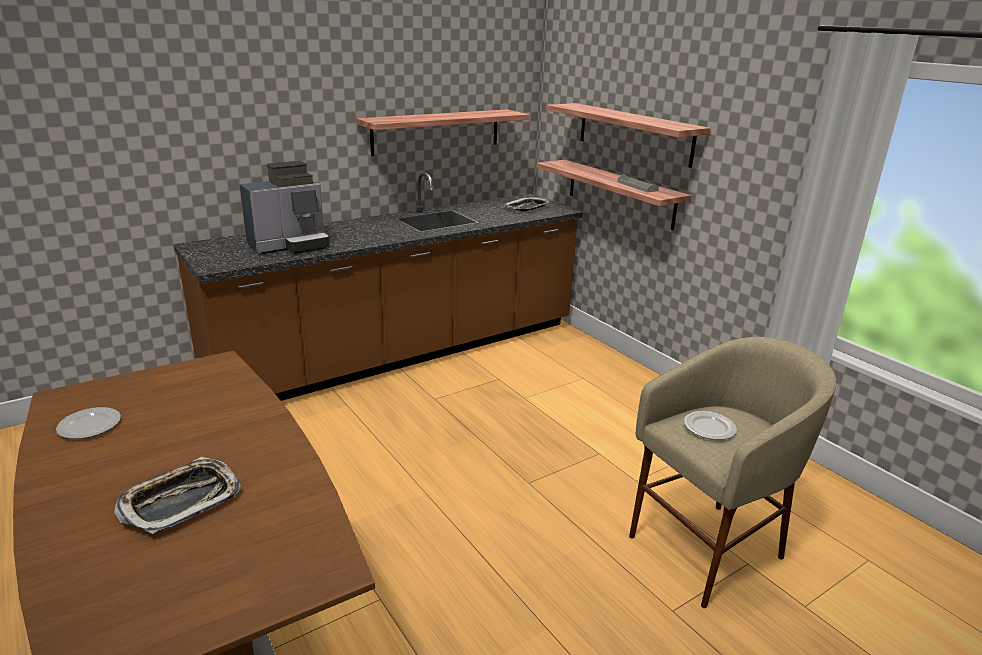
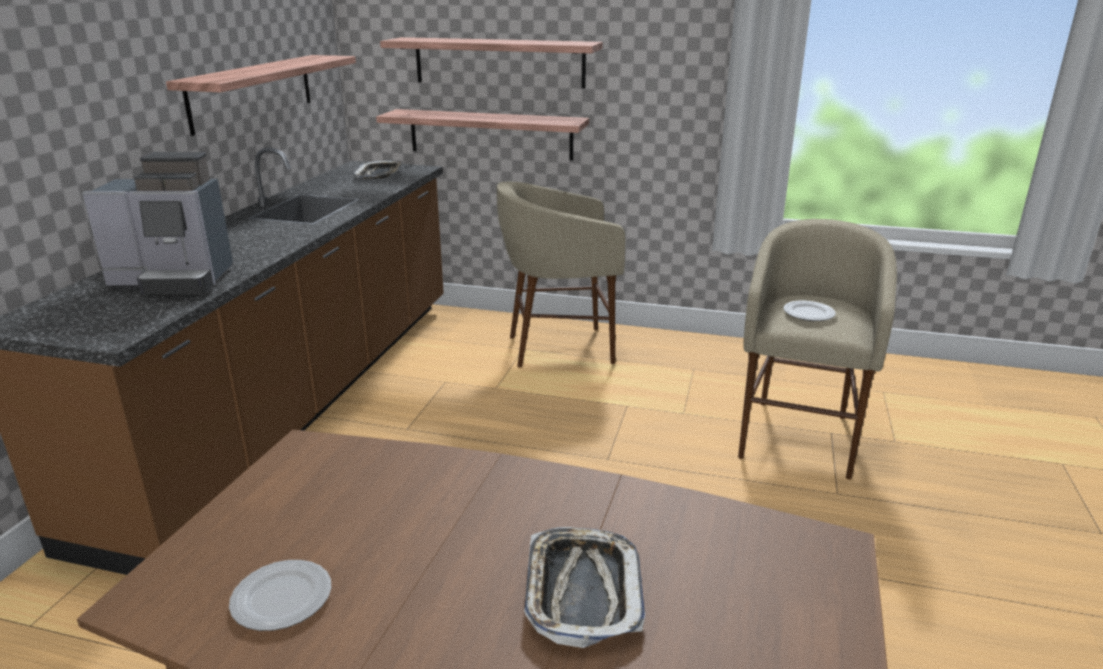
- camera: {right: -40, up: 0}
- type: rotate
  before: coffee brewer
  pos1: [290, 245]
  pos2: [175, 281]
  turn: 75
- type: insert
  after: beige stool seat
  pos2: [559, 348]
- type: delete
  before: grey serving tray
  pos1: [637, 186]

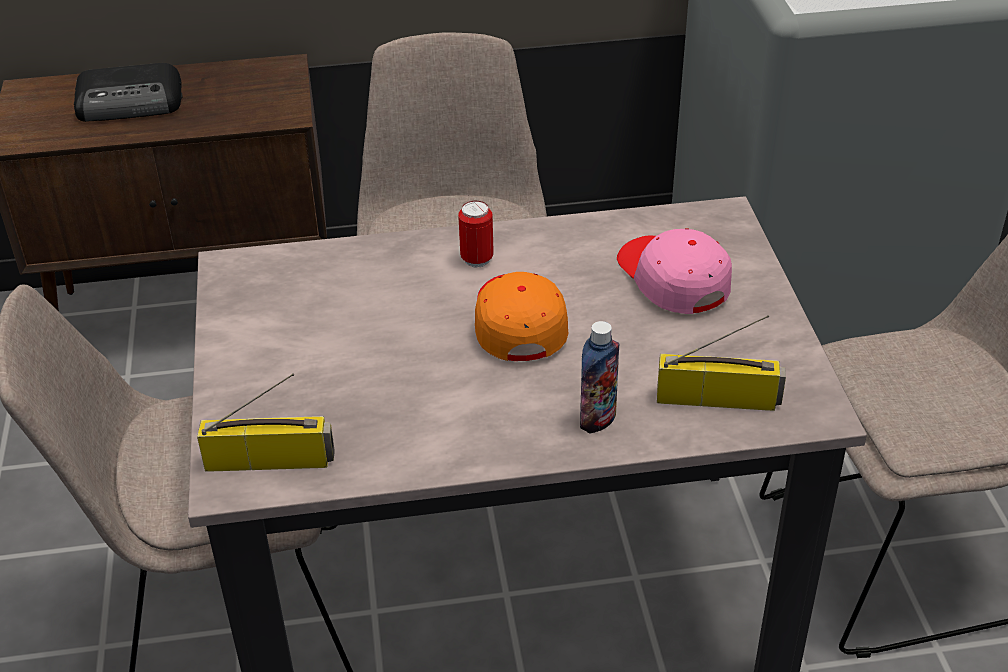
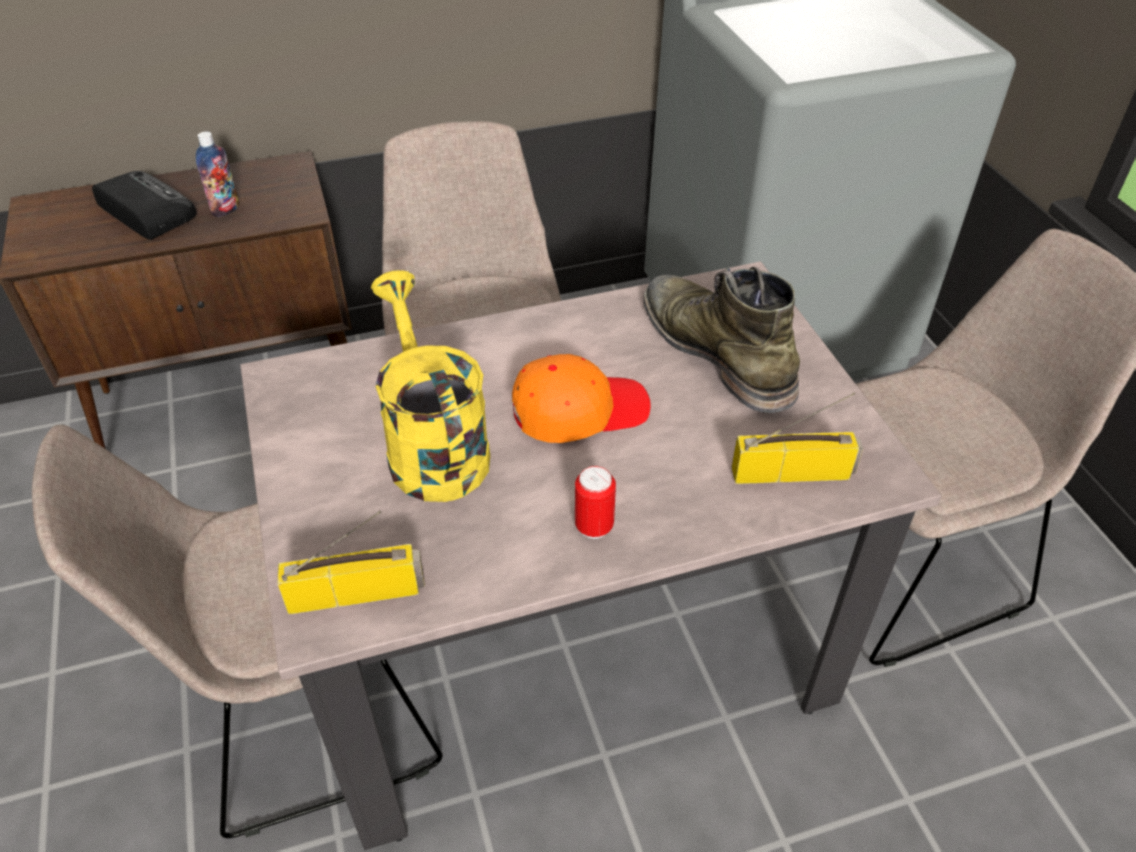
- camera: {right: -10, up: 5}
- type: rotate
  before: radio set
  pos1: [131, 103]
  pos2: [145, 211]
  turn: -120
- type: move
  before: beverage bottle
  pos1: [598, 419]
  pos2: [226, 209]
- type: insert
  after: yellow-coloured watering can
  pos2: [432, 446]
- type: rotate
  before: orangey cap
  pos1: [518, 322]
  pos2: [579, 410]
  turn: 90
- type: move
  before: can
  pos1: [477, 259]
  pos2: [594, 526]
- type: replace
  before: pink cap
  after: green-coloured high-top boot
  pos1: [672, 279]
  pos2: [716, 351]

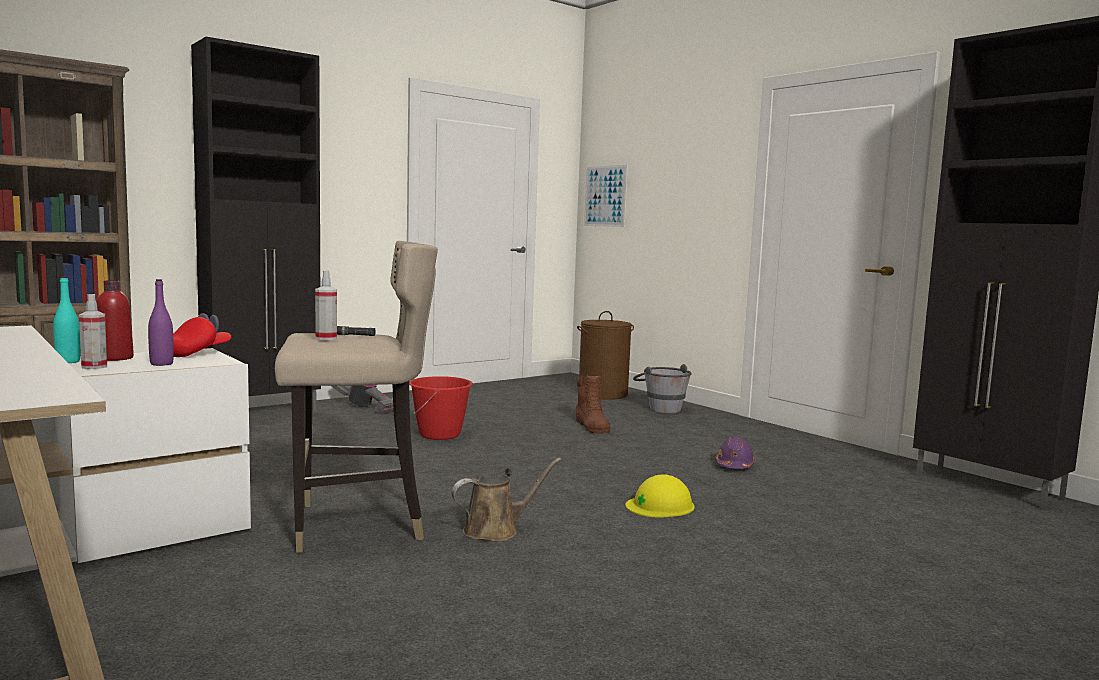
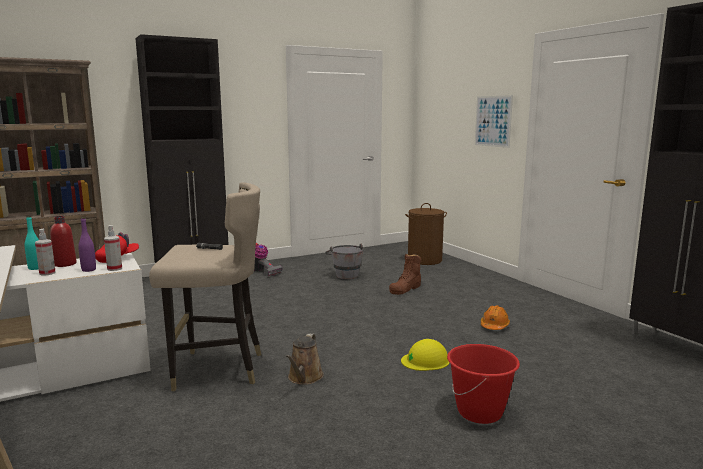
- camera: {right: 10, up: 5}
- type: move
  before: hand sprayer
  pos1: [326, 338]
  pos2: [114, 269]
- type: rotate
  before: brownish watering can
  pos1: [495, 530]
  pos2: [304, 378]
  turn: 120
- type: move
  before: grey bucket
  pos1: [660, 408]
  pos2: [345, 274]
- type: rotate
  before: brownish high-top boot
  pos1: [592, 426]
  pos2: [405, 289]
  turn: 45
- type: move
  before: reddish bucket
  pos1: [440, 435]
  pos2: [480, 412]
- type: move
  before: wall art
  pos1: [605, 196]
  pos2: [493, 121]
- type: recolor
  before: purple work helmet
  after: orangey work helmet
  pos1: [734, 466]
  pos2: [494, 326]

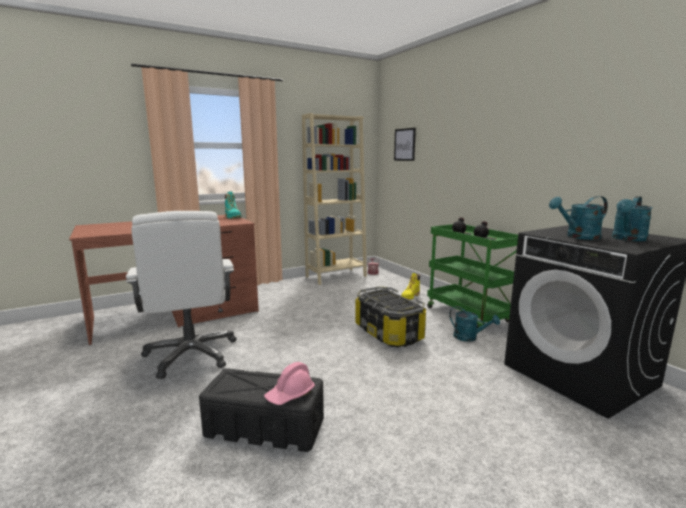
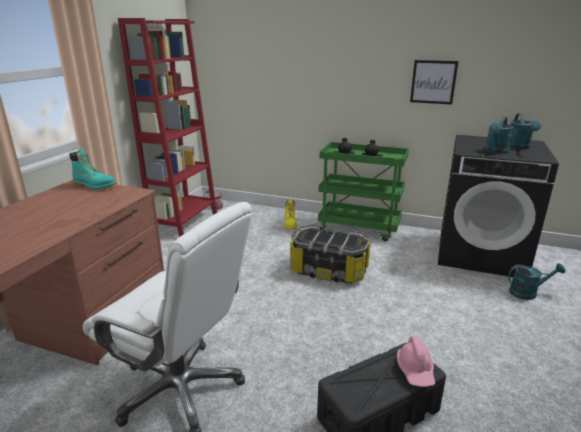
- camera: {right: -40, up: 10}
- type: recolor
  before: beige bookcase
  after: reddish bookcase
  pos1: [336, 276]
  pos2: [184, 223]
- type: move
  before: wall art
  pos1: [404, 144]
  pos2: [433, 82]
- type: move
  before: turquoise-coloured watering can
  pos1: [469, 338]
  pos2: [527, 292]

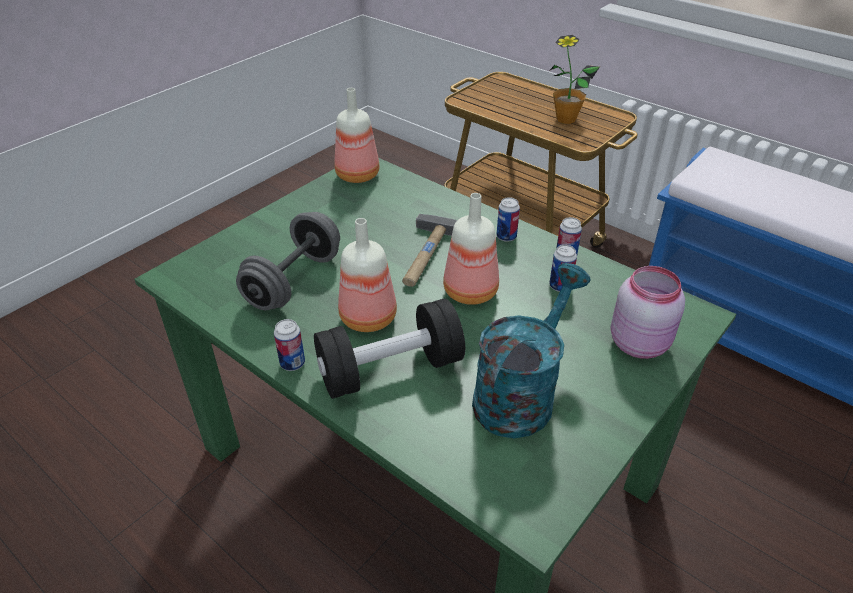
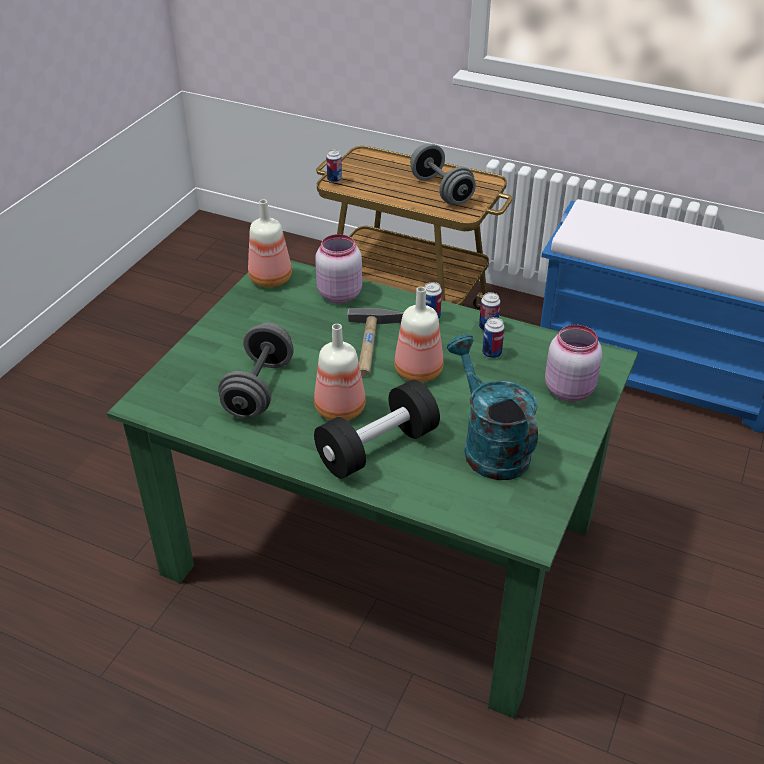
- camera: {right: -15, up: 0}
- type: insert
  after: pink preserve jar
  pos2: [338, 294]
- type: move
  before: can
  pos1: [292, 363]
  pos2: [334, 180]
- type: replace
  before: houseplant
  after: grey free weight
  pos1: [566, 119]
  pos2: [441, 190]
- type: rotate
  before: turquoise-coloured watering can
  pos1: [520, 393]
  pos2: [489, 446]
  turn: -45

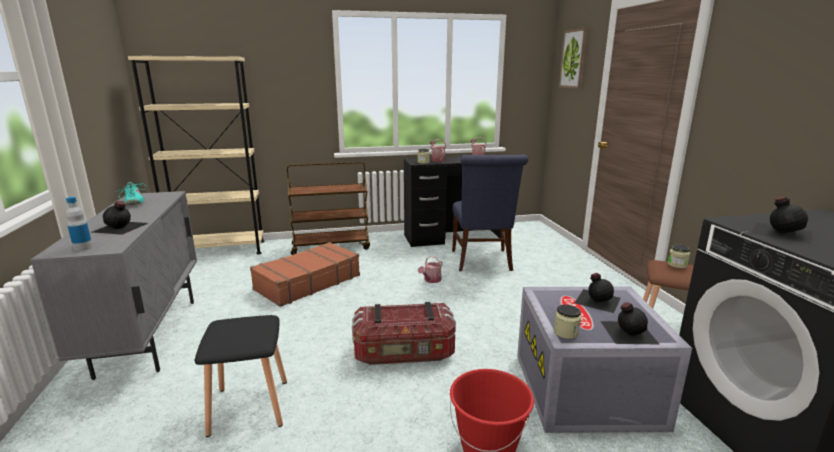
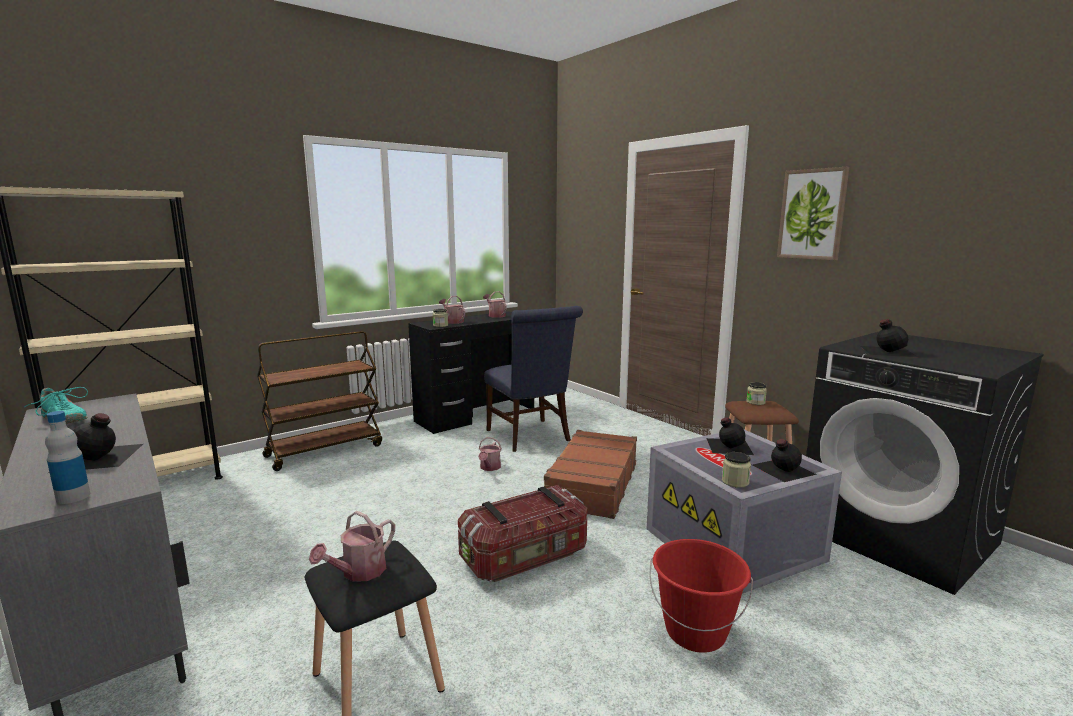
- camera: {right: -25, up: -5}
- type: insert
  after: watering can
  pos2: [359, 572]
- type: move
  before: brownish piece of luggage
  pos1: [307, 282]
  pos2: [592, 485]
- type: move
  before: wall art
  pos1: [574, 59]
  pos2: [812, 214]

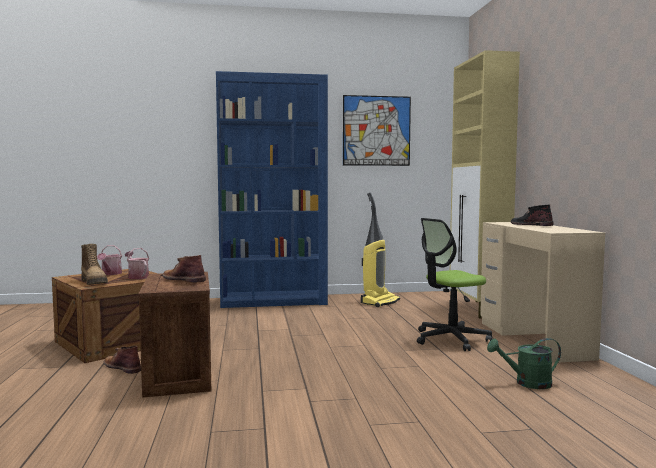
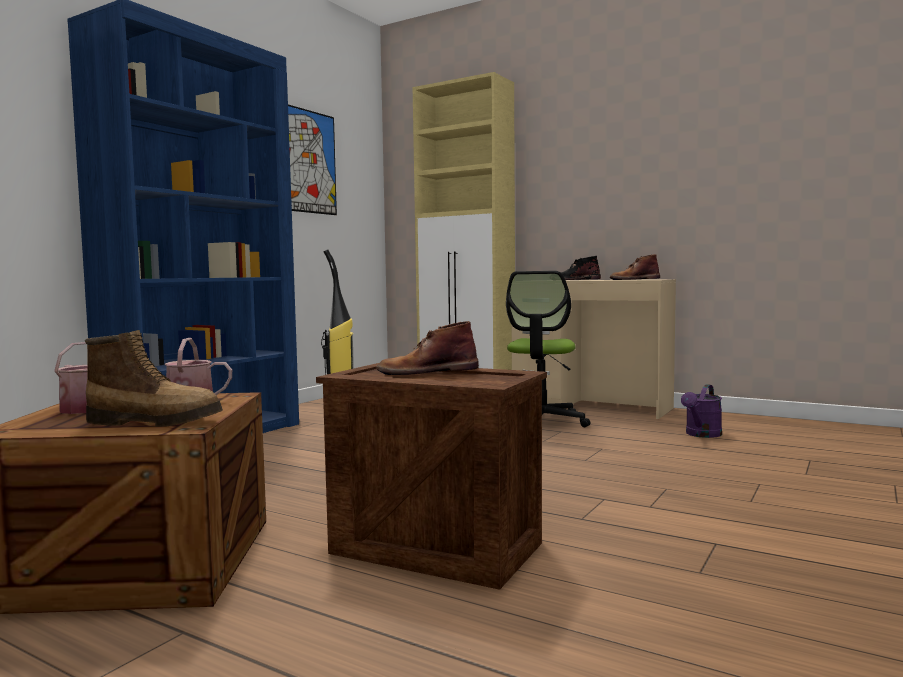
- camera: {right: -50, up: 0}
- type: move
  before: brownish high-top boot
  pos1: [122, 367]
  pos2: [634, 279]
- type: recolor
  before: green-coloured watering can
  after: purple watering can
  pos1: [527, 383]
  pos2: [701, 435]

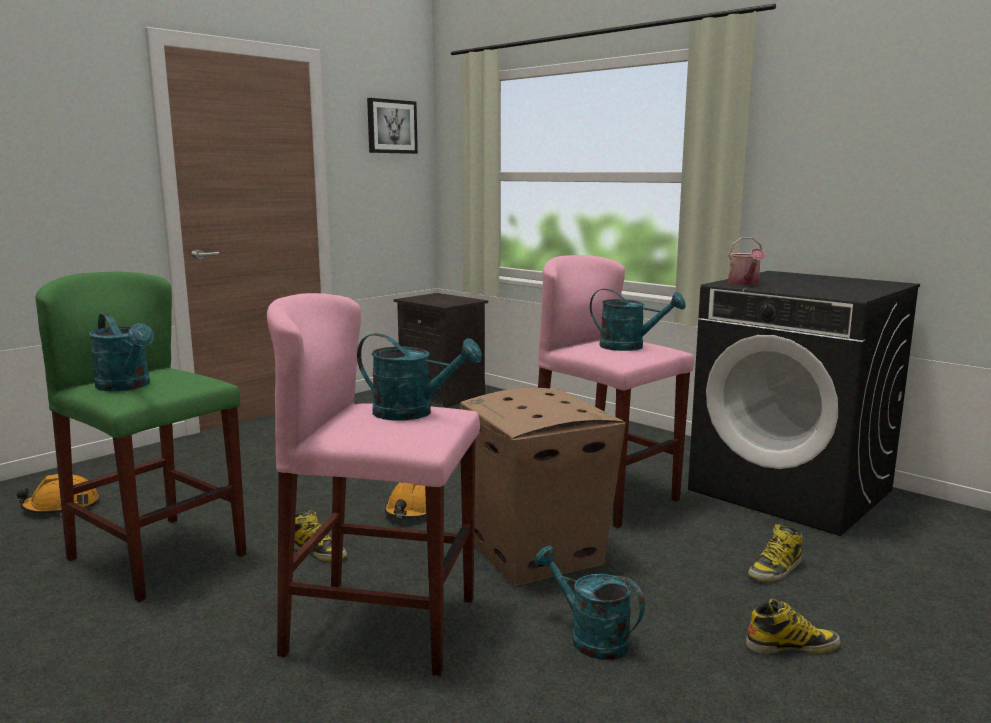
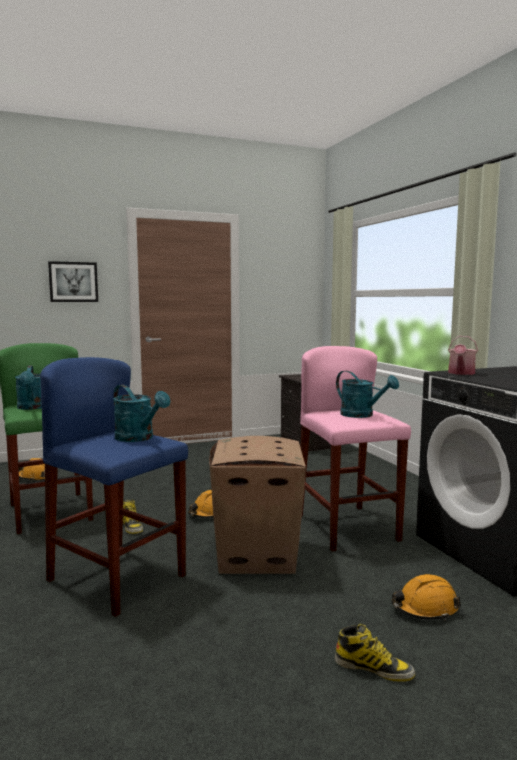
- camera: {right: 25, up: -5}
- type: recolor
  before: pink stool seat
  after: blue-coloured stool seat
  pos1: [382, 625]
  pos2: [117, 578]
- type: move
  before: wall art
  pos1: [391, 126]
  pos2: [73, 282]
- type: replace
  before: high-top boot
  after: orangey work helmet
  pos1: [775, 569]
  pos2: [424, 608]
- type: delete
  before: turquoise-coloured watering can
  pos1: [590, 637]

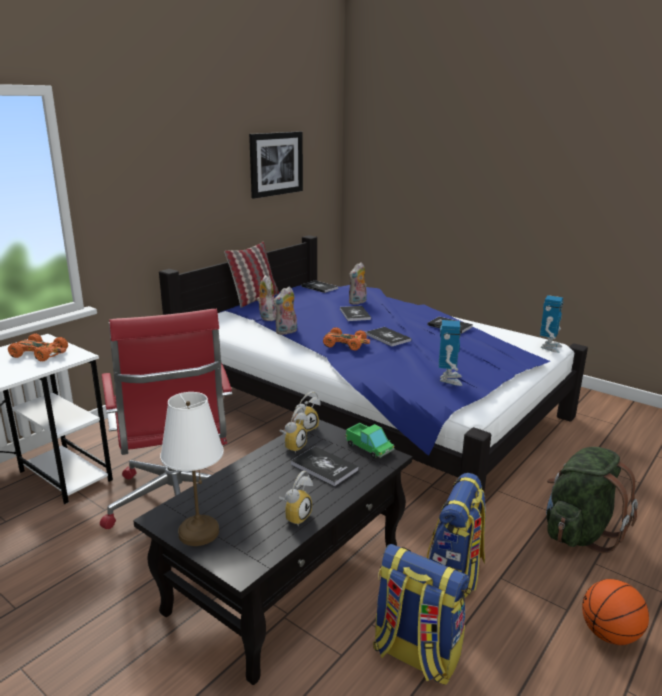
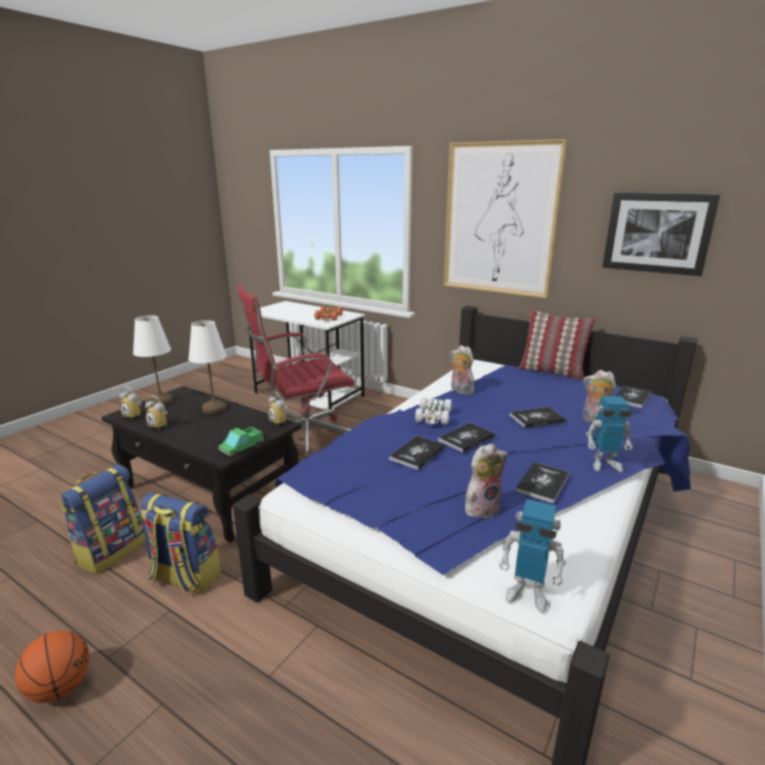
- camera: {right: 85, up: 0}
- type: move
  before: alarm clock
  pos1: [293, 446]
  pos2: [135, 415]
- type: insert
  after: white table lamp
  pos2: [214, 409]
- type: move
  before: book
  pos1: [324, 467]
  pos2: [417, 453]
- type: recolor
  before: orangey toy car
  after: white toy car
  pos1: [345, 344]
  pos2: [433, 416]
- type: insert
  after: wall art
  pos2: [499, 220]
- type: move
  before: plush toy
  pos1: [266, 317]
  pos2: [481, 508]
- type: move
  before: model robot
  pos1: [449, 379]
  pos2: [604, 464]
- type: delete
  before: green-coloured rucksack
  pos1: [579, 532]

